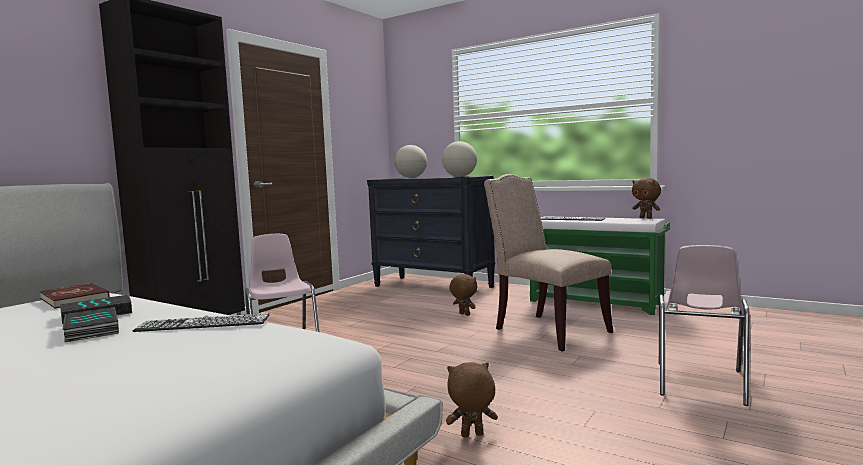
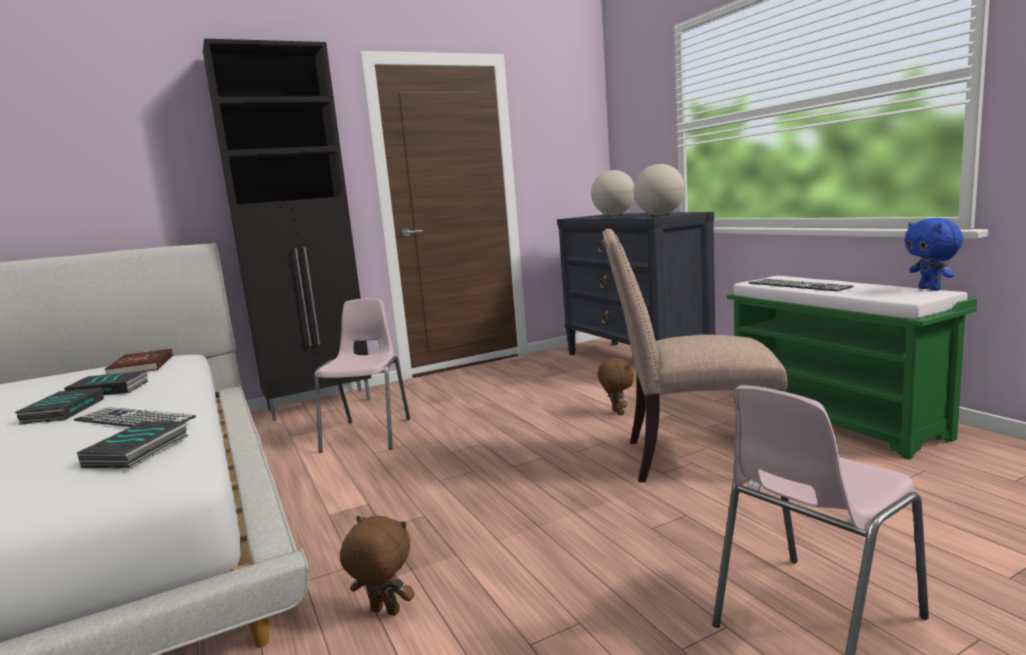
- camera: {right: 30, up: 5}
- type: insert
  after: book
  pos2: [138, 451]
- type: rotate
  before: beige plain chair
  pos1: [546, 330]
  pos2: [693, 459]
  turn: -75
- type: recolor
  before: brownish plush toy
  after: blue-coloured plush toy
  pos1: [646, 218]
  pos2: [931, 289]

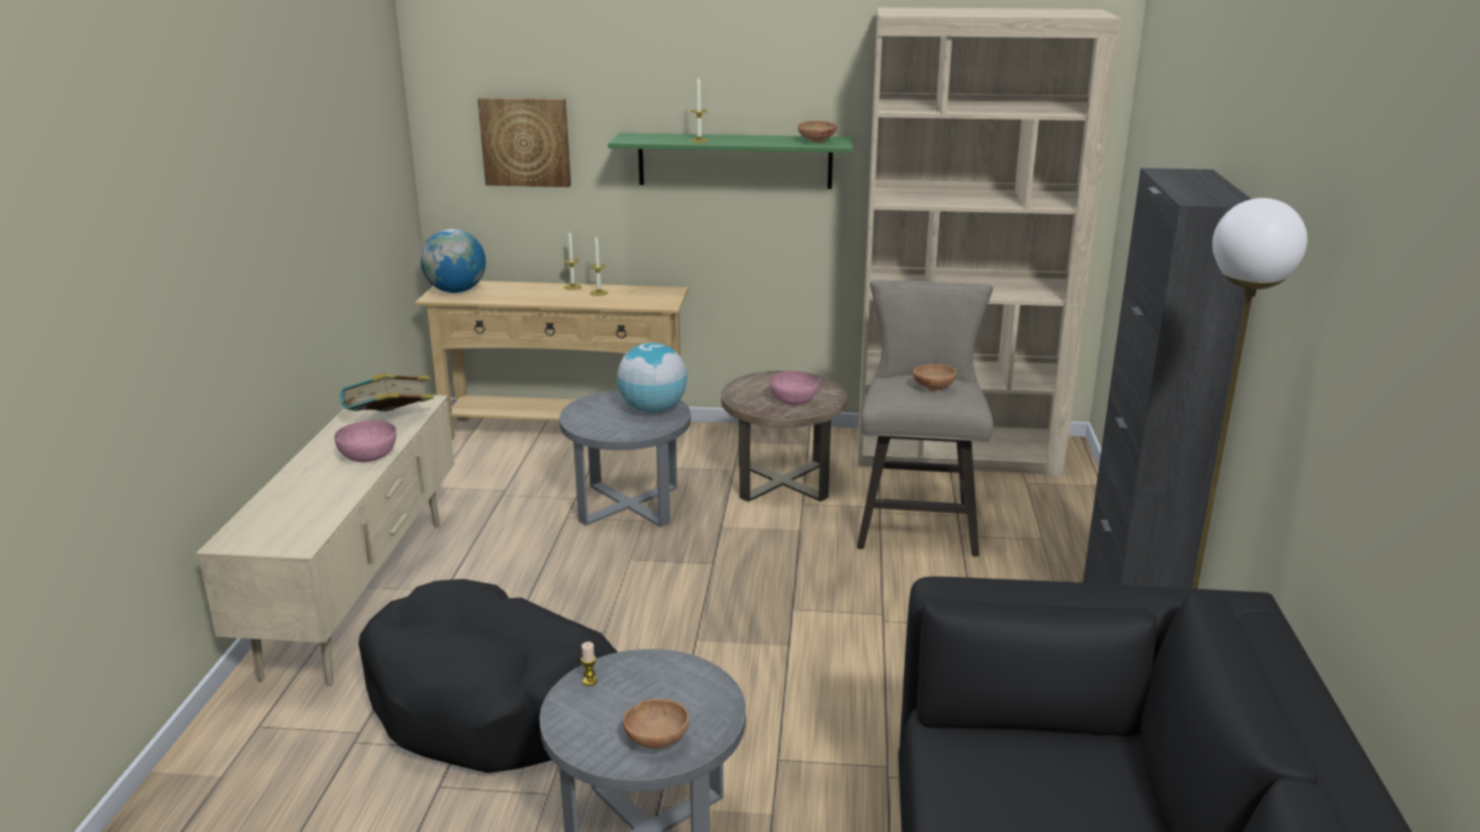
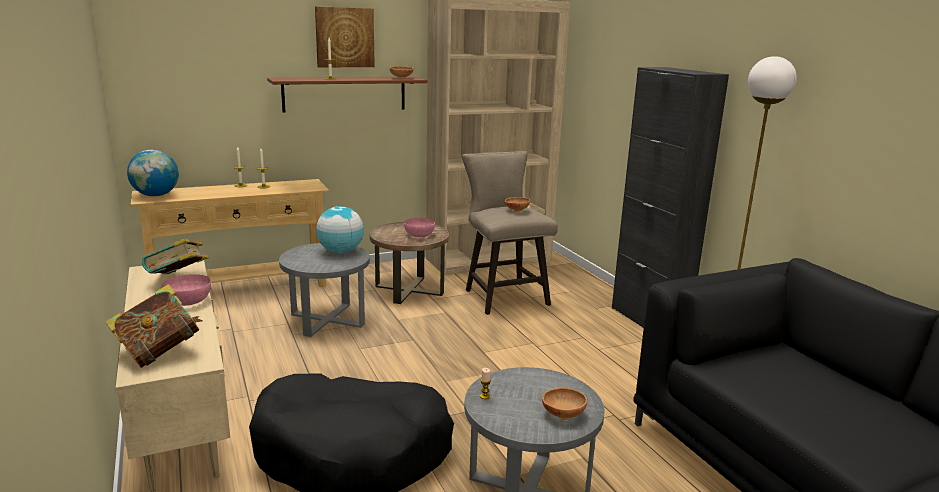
- camera: {right: -30, up: -5}
- type: insert
  after: book
  pos2: [159, 352]
- type: recolor
  before: green-coloured shelf
  after: brownish shelf
  pos1: [735, 160]
  pos2: [345, 94]
- type: move
  before: wall art
  pos1: [526, 141]
  pos2: [344, 37]

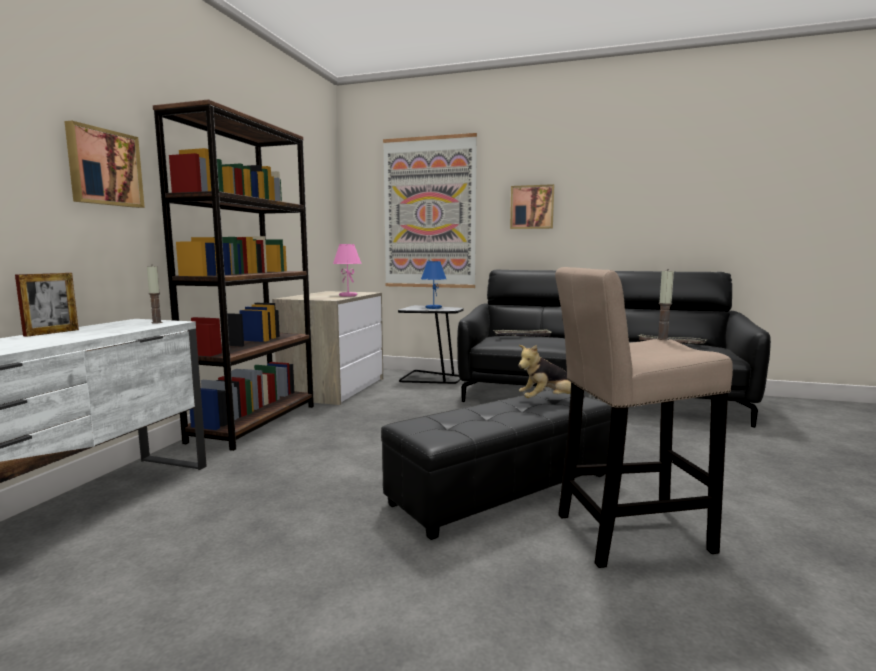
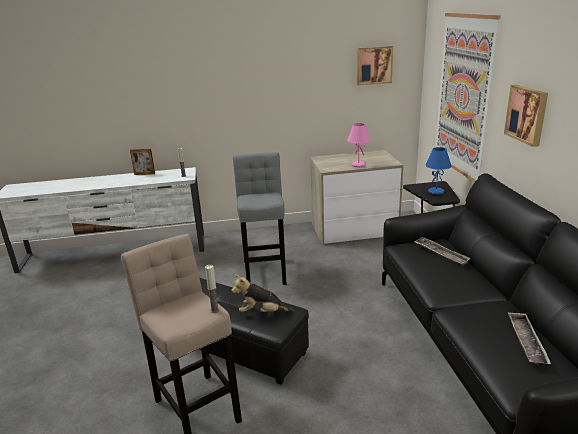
- camera: {right: 65, up: 15}
- type: rotate
  before: plush toy
  pos1: [548, 401]
  pos2: [262, 312]
  turn: -45
- type: insert
  after: grey stool seat
  pos2: [265, 270]
- type: move
  before: wall art
  pos1: [104, 167]
  pos2: [374, 65]
- type: delete
  before: brownish bookcase
  pos1: [255, 423]

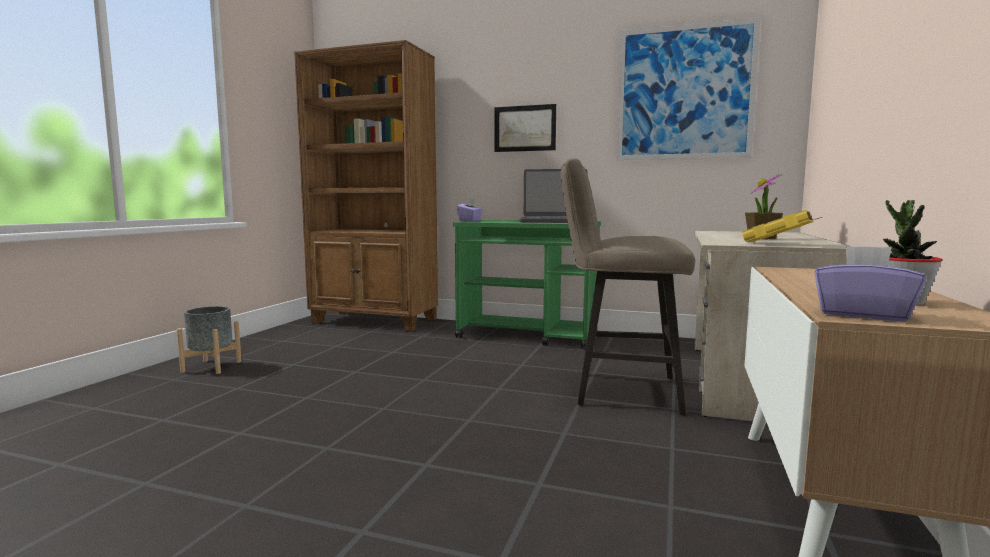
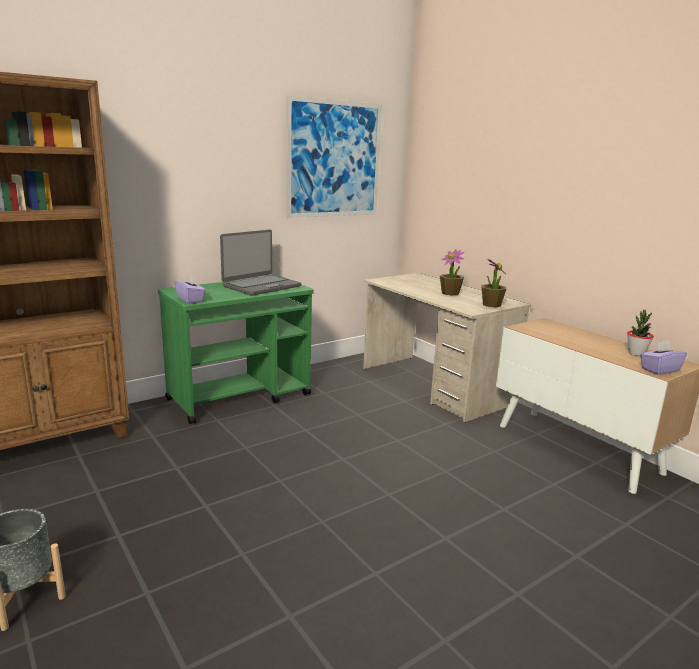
- camera: {right: -55, up: 10}
- type: replace
  before: yellow-coloured book
  after: houseplant
  pos1: [779, 244]
  pos2: [491, 304]
- type: delete
  before: wall art
  pos1: [525, 128]
- type: delete
  before: beige stool seat
  pos1: [618, 390]

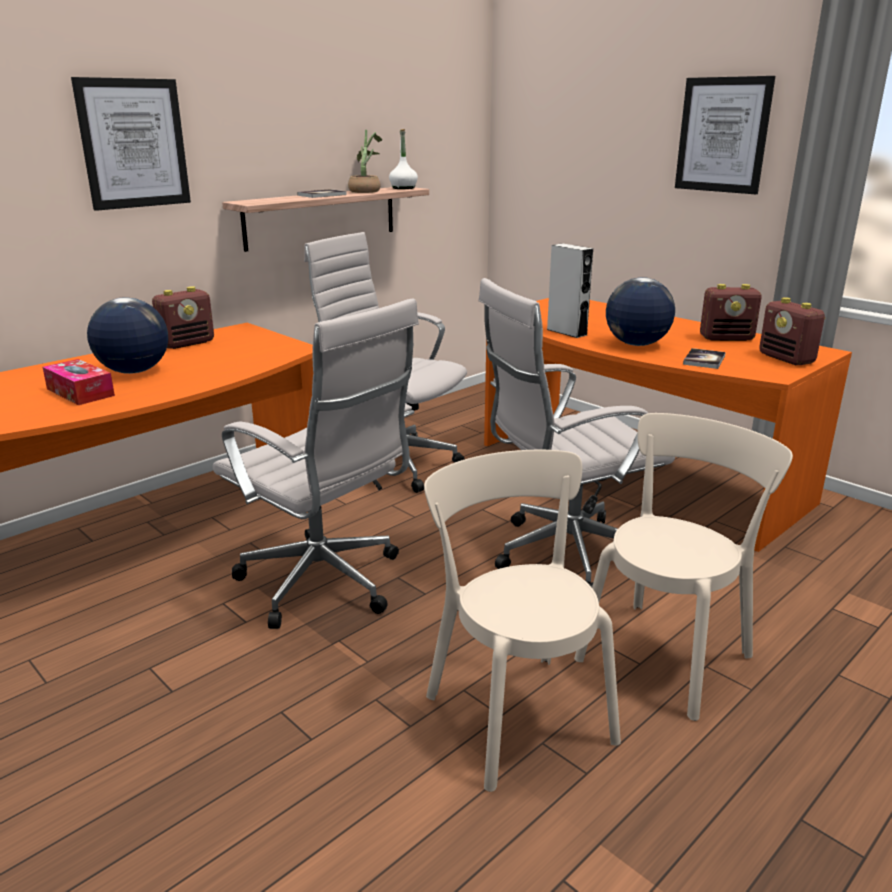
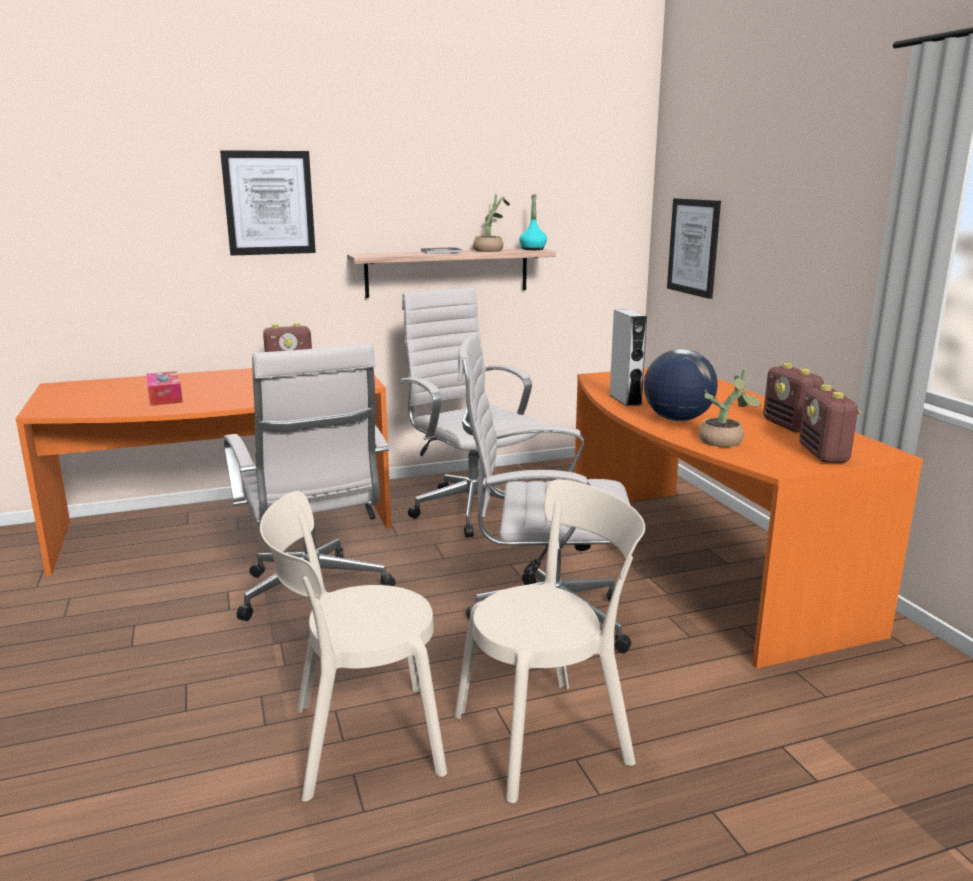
- camera: {right: 25, up: -5}
- type: rotate
  before: beige plain chair
  pos1: [515, 712]
  pos2: [358, 741]
  turn: -105
- type: recolor
  before: white beverage bottle
  after: turquoise-coloured beverage bottle
  pos1: [403, 188]
  pos2: [532, 249]
- type: move
  before: wall art
  pos1: [723, 135]
  pos2: [694, 247]
- type: replace
  before: book
  after: houseplant
  pos1: [704, 360]
  pos2: [724, 443]
- type: rotate
  before: radio set
  pos1: [726, 338]
  pos2: [790, 426]
  turn: 45
- type: delete
  before: desk globe
  pos1: [133, 371]

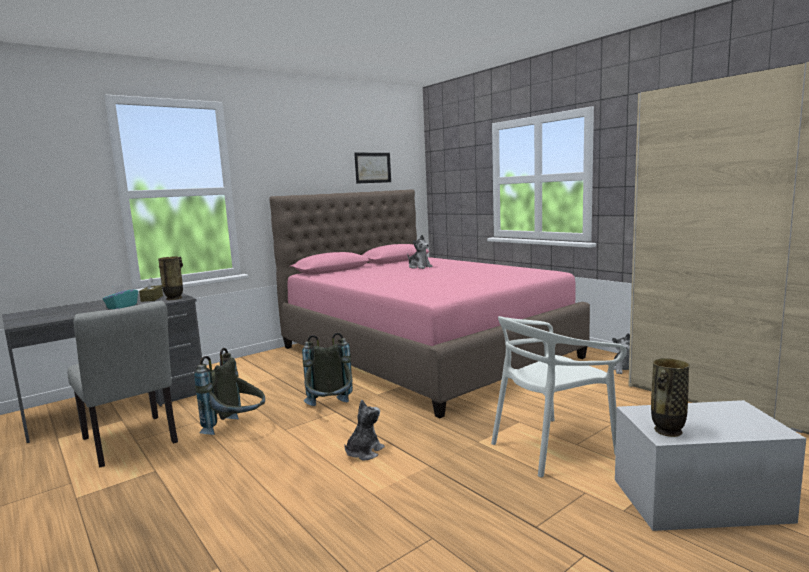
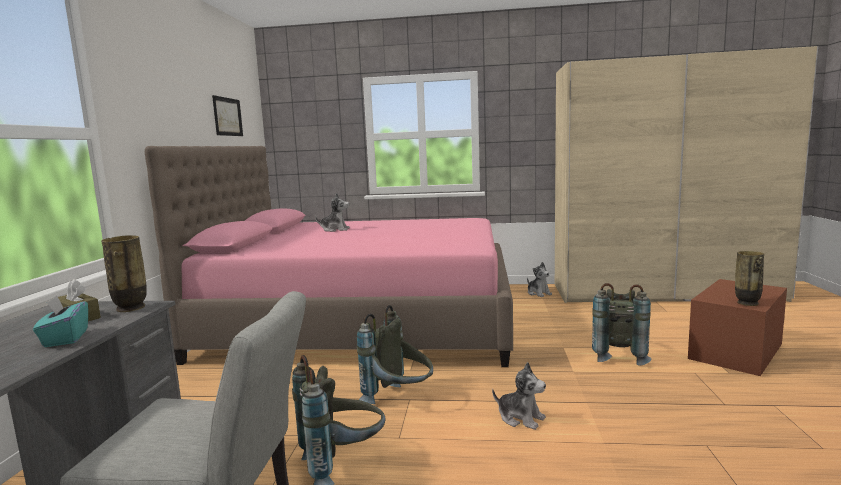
- camera: {right: -45, up: 0}
- type: rotate
  before: plush toy
  pos1: [364, 452]
  pos2: [520, 418]
  turn: 135
- type: replace
  before: white plain chair
  after: grey rucksack
  pos1: [552, 447]
  pos2: [618, 355]
- type: recolor
  before: white storage box
  after: brownish storage box
  pos1: [699, 499]
  pos2: [735, 351]

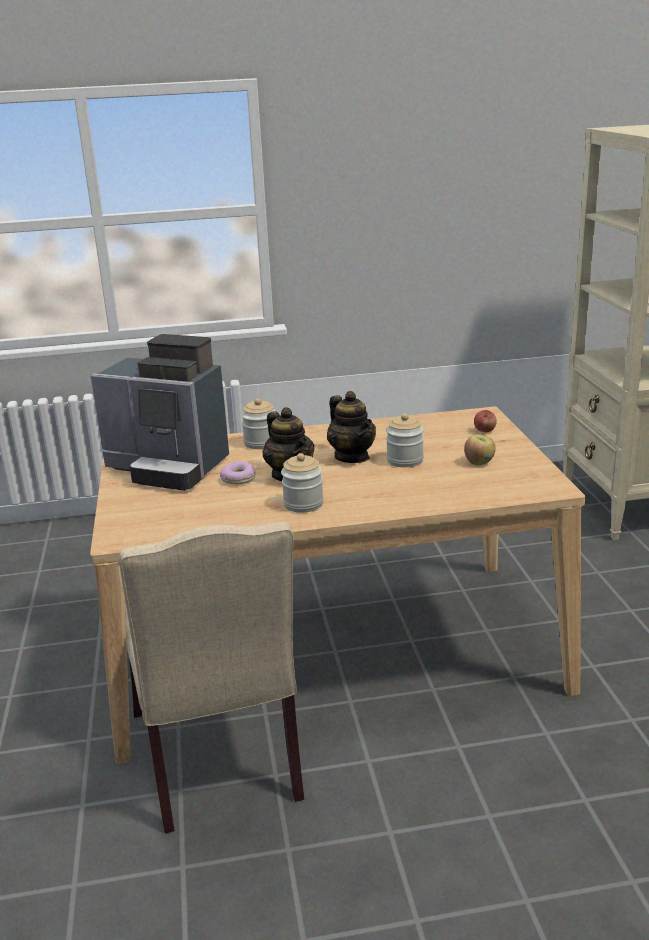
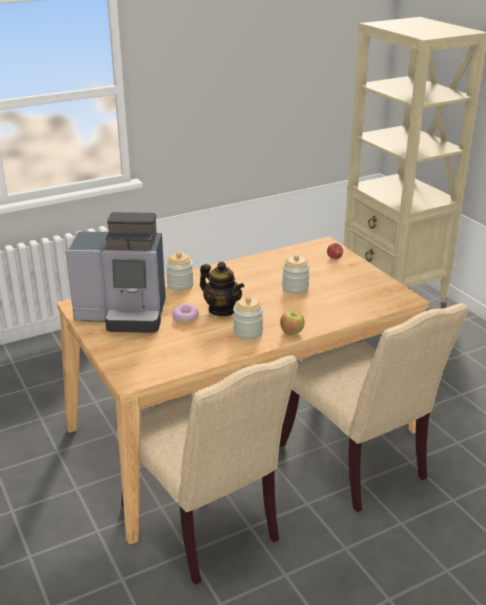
- camera: {right: -20, up: 5}
- type: insert
  after: beige plain chair
  pos2: [358, 463]
- type: move
  before: apple
  pos1: [479, 462]
  pos2: [291, 332]
- type: delete
  before: pot for tea
  pos1: [352, 457]

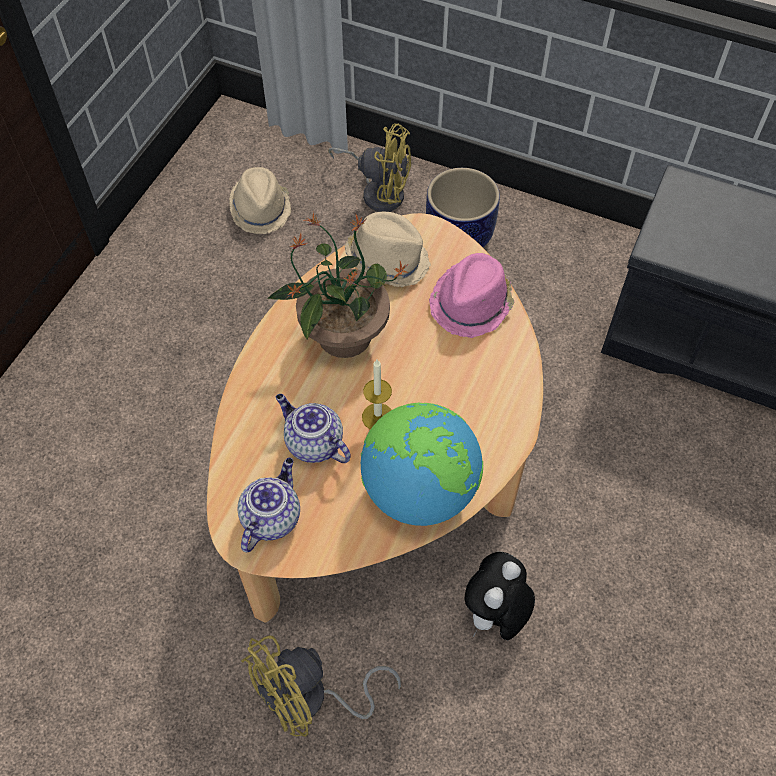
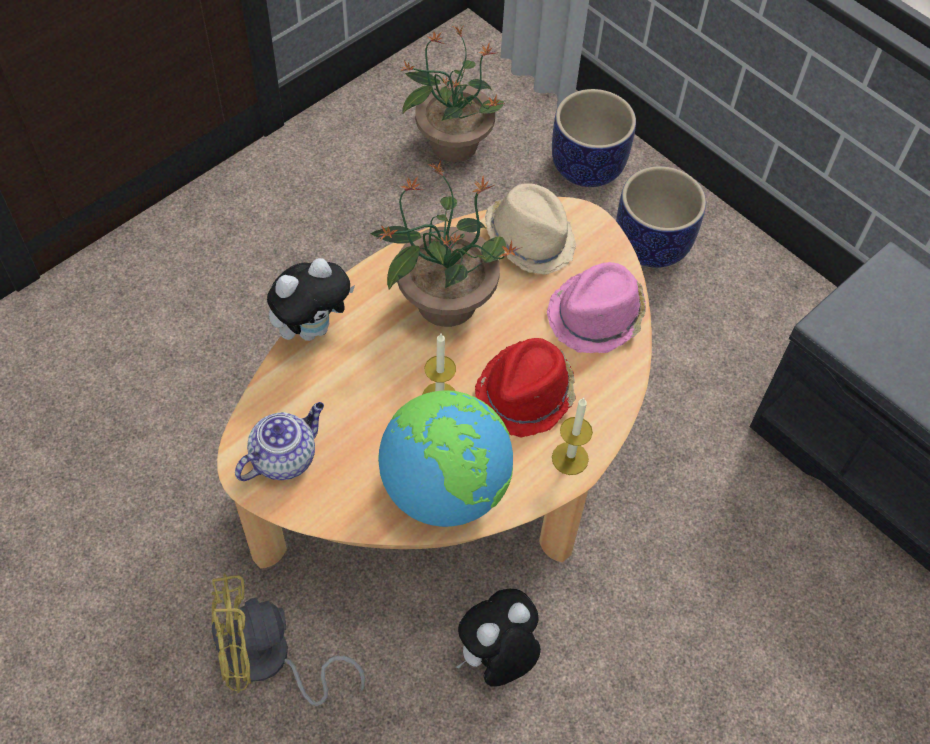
- camera: {right: 20, up: 0}
- type: insert
  after: plush toy
  pos2: [313, 328]
- type: replace
  before: beige wearable hat
  after: houseplant
  pos1: [261, 209]
  pos2: [453, 143]
- type: insert
  after: reddish wearable hat
  pos2: [526, 394]
- type: replace
  before: yellow-coloured fan
  after: planter
  pos1: [379, 191]
  pos2: [587, 166]
- type: insert
  after: candle
  pos2: [570, 458]
- type: delete
  before: pot for tea
  pos1: [313, 443]

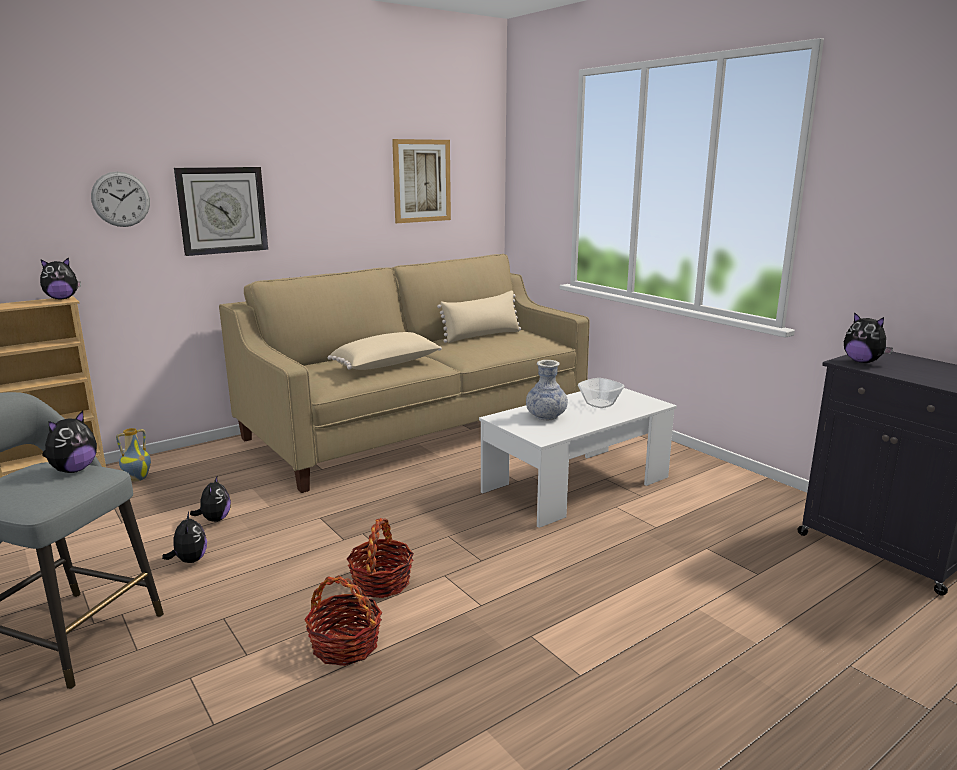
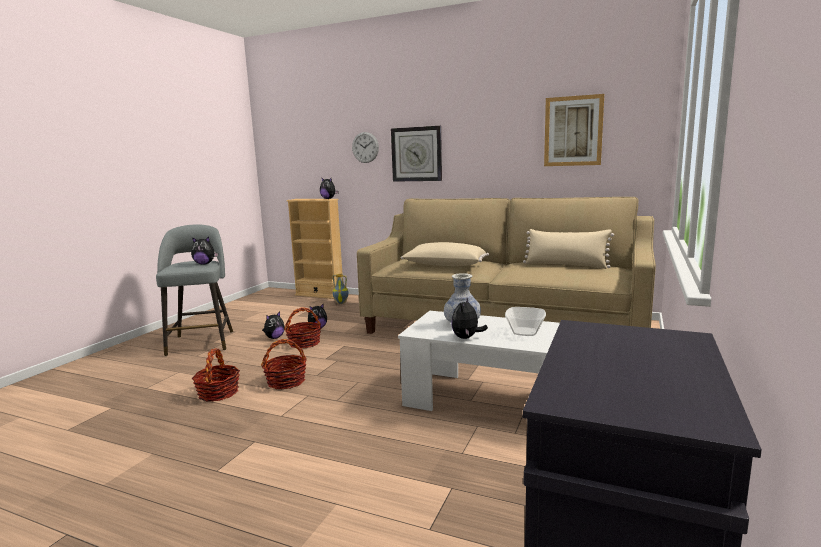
- camera: {right: 60, up: -5}
- type: insert
  after: basket
  pos2: [304, 343]
- type: move
  before: plush toy
  pos1: [862, 362]
  pos2: [466, 338]

